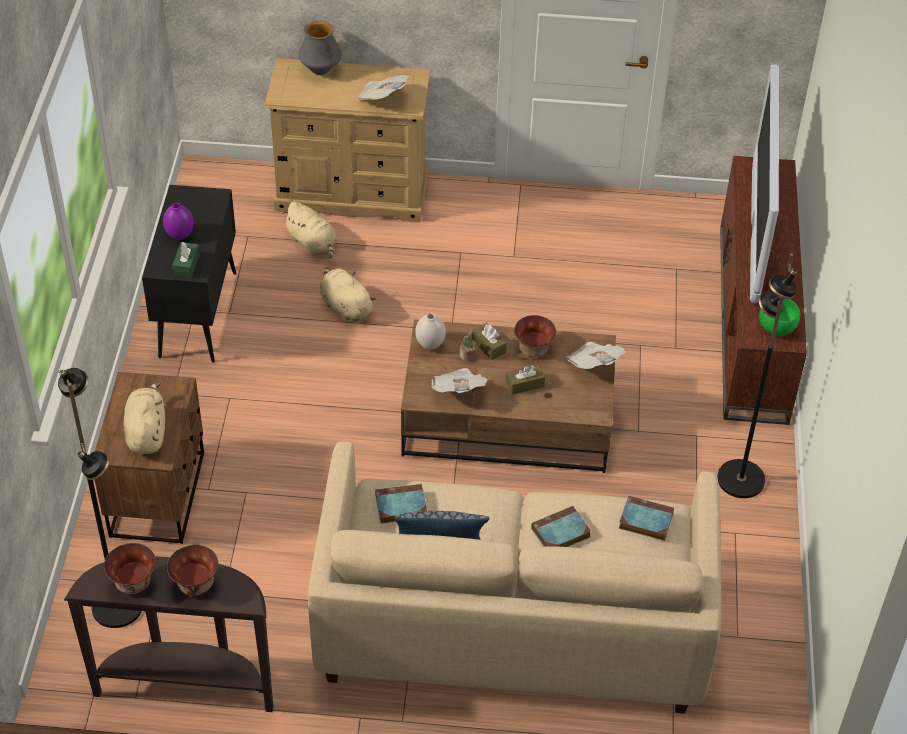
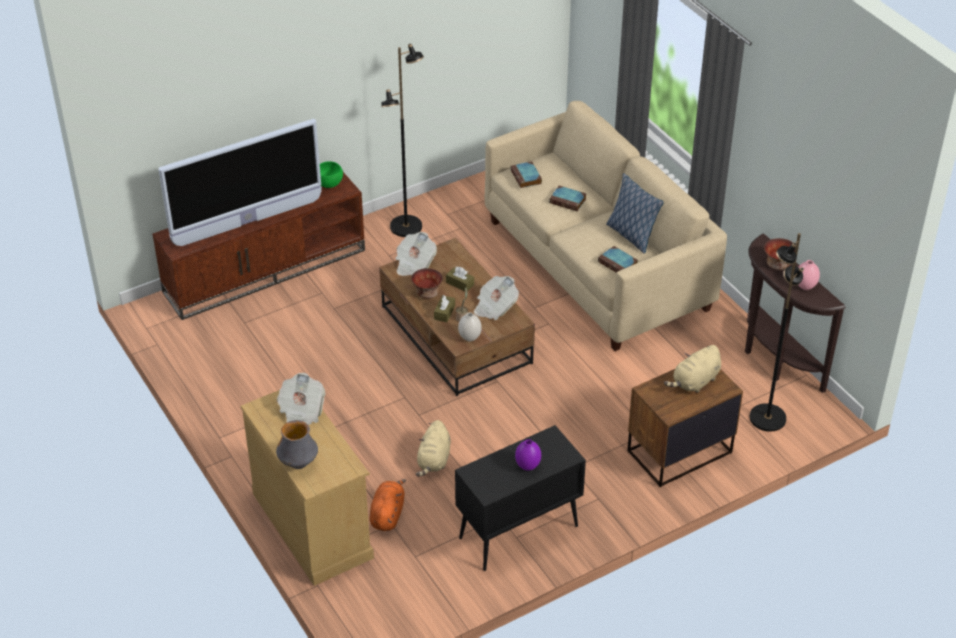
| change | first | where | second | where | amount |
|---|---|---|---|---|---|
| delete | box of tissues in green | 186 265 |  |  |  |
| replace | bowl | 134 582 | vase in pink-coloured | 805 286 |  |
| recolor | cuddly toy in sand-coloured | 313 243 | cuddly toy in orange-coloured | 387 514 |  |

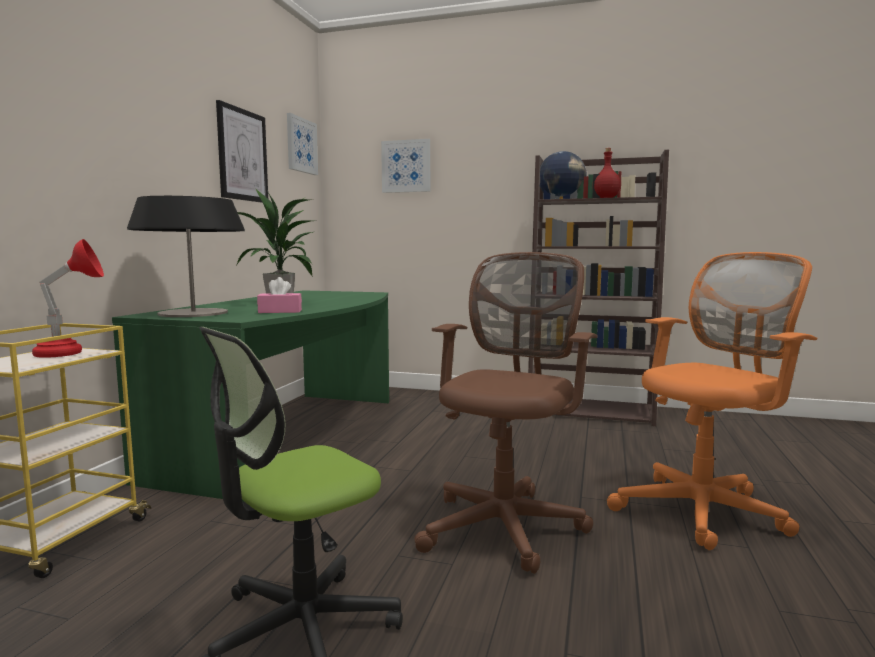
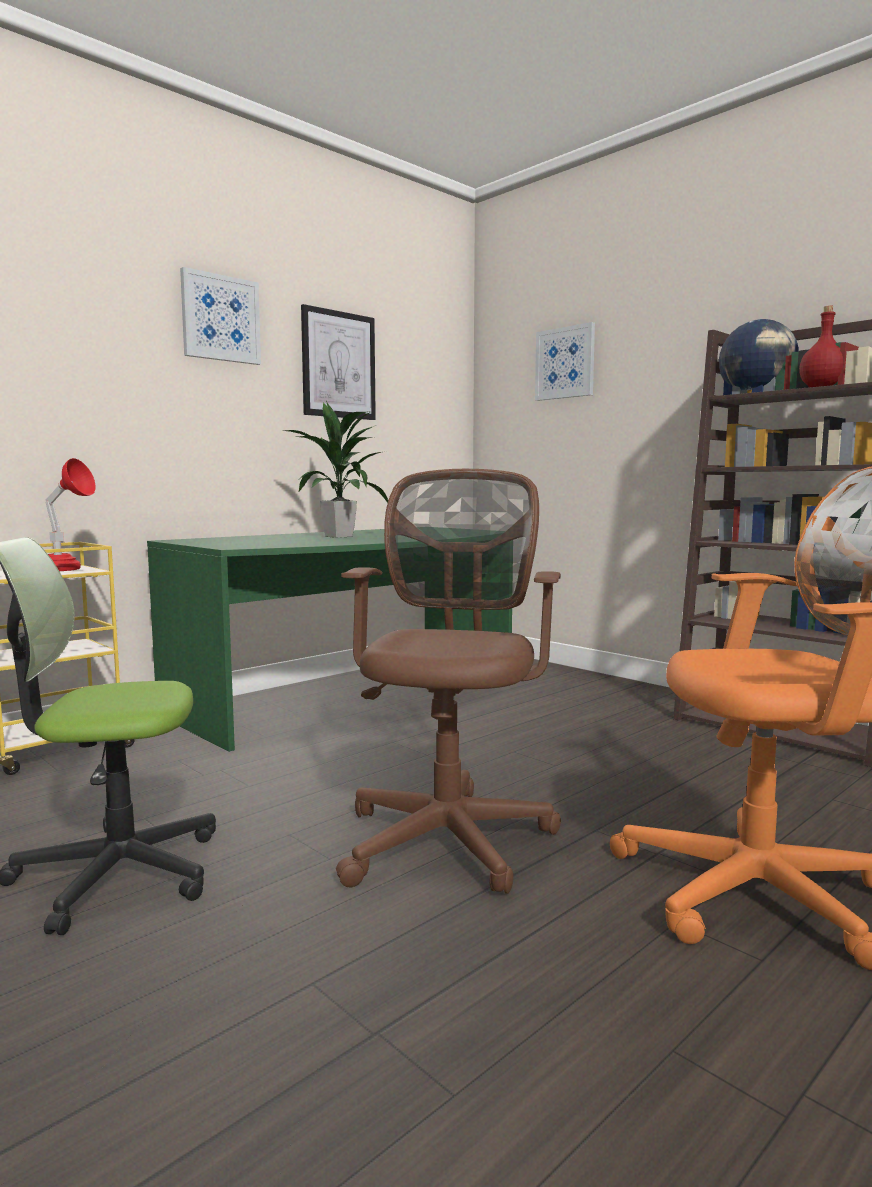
| change | first | where | second | where | amount |
|---|---|---|---|---|---|
| delete | table lamp | 193 313 |  |  |  |
| delete | box of tissues in pink-coloured | 280 311 |  |  |  |
| move | picture | 301 145 |  | 220 318 |  |
| rotate | desk chair in brownish | 505 524 |  | 449 836 | 45 degrees counterclockwise |

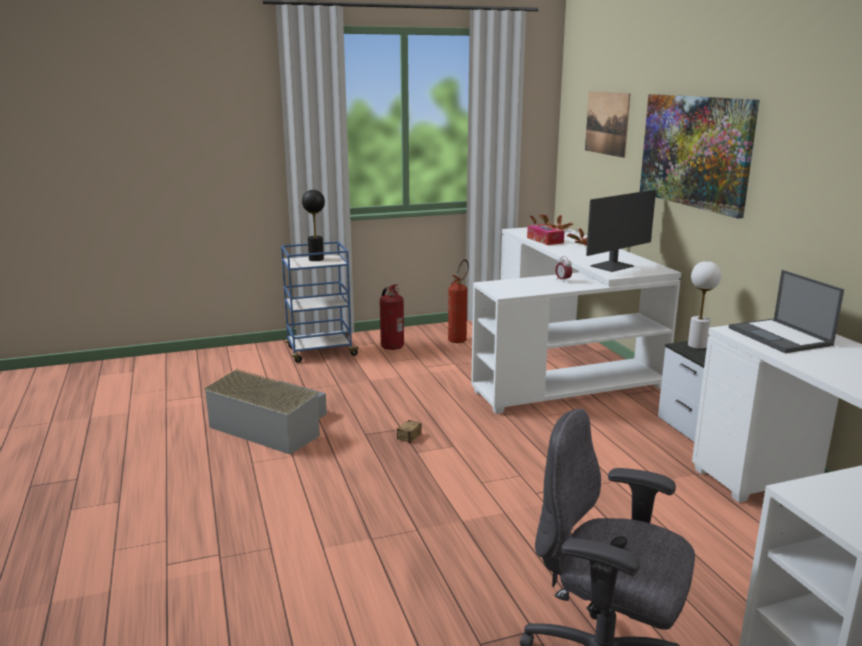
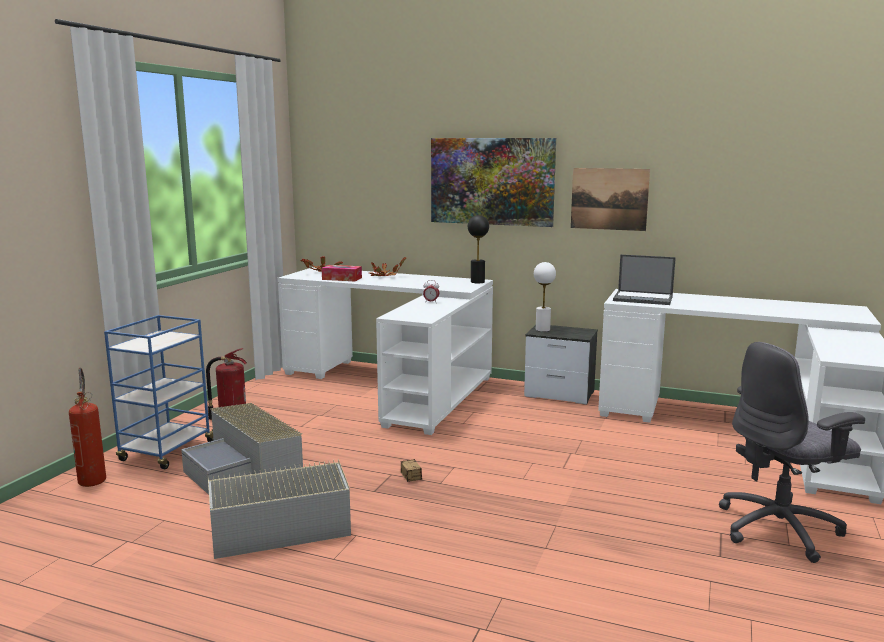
| change | first | where | second | where | amount |
|---|---|---|---|---|---|
| delete | monitor | 613 266 |  |  |  |
| insert |  |  | storage container in grey | 245 468 |  |
| move | table lamp in black-coloured | 316 259 |  | 477 282 |  |
| move | fire extinguisher | 459 338 |  | 92 478 |  |
| move | picture | 607 123 |  | 609 199 |  |

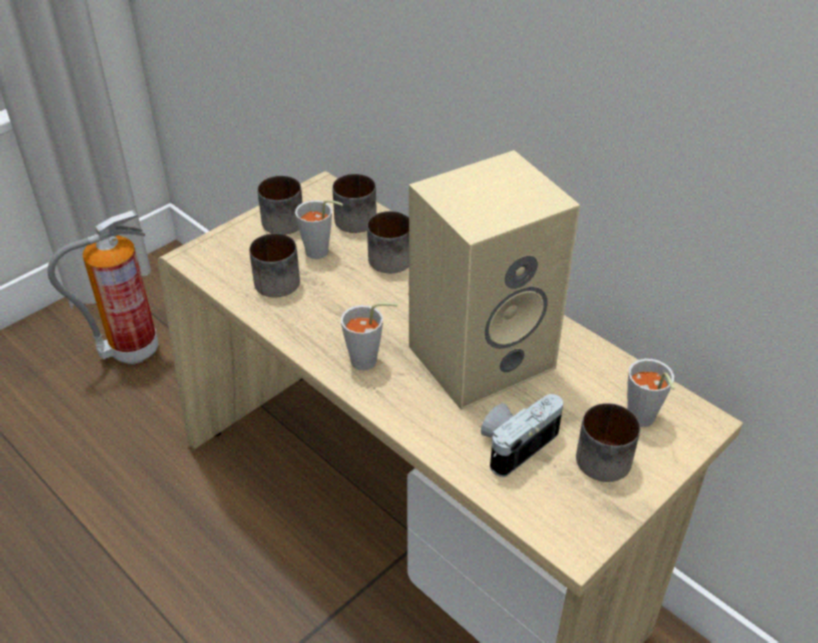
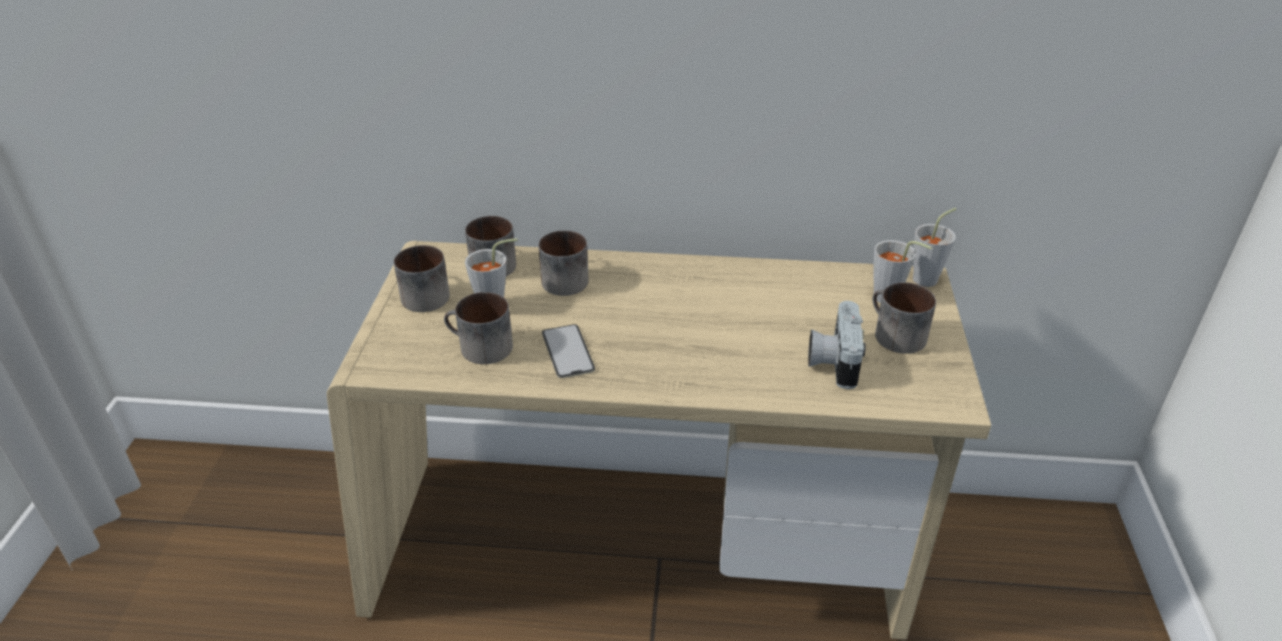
| change | first | where | second | where | amount |
|---|---|---|---|---|---|
| delete | fire extinguisher | 132 351 |  |  |  |
| delete | loudspeaker in sand-coloured | 482 354 |  |  |  |
| insert |  |  | phone | 567 351 |  |
| move | drinking cup in grey | 370 361 |  | 929 278 |  |

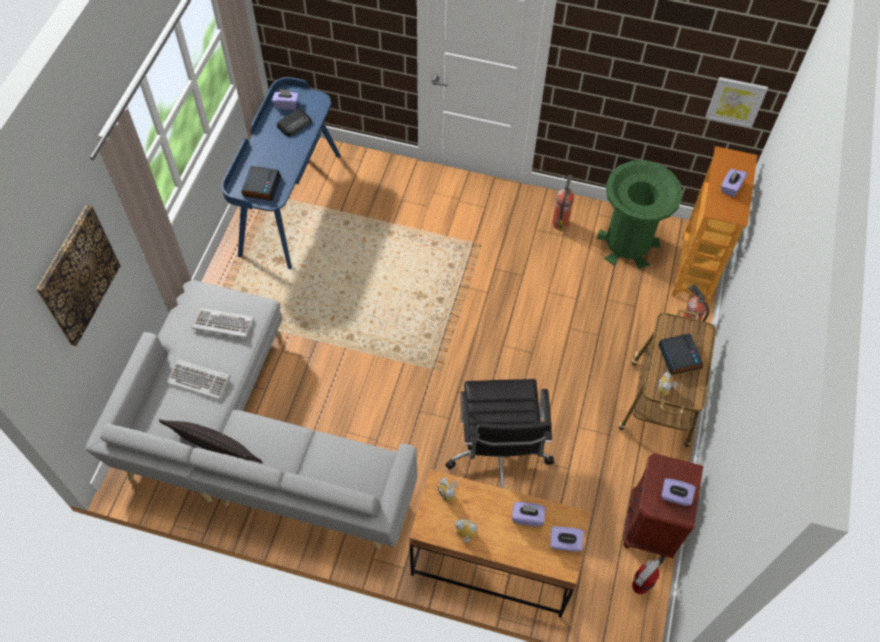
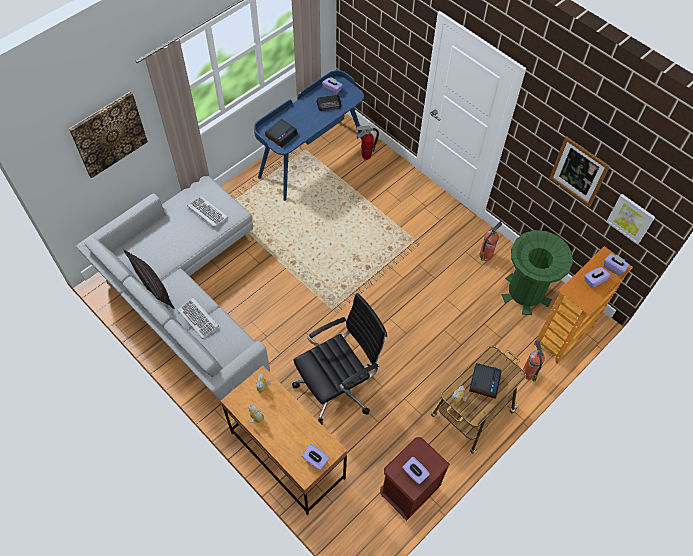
| change | first | where | second | where | amount |
|---|---|---|---|---|---|
| insert |  |  | picture | 578 171 |  |
| move | keyboard | 199 380 |  | 198 318 |  |
| move | box of tissues in purple-coloured | 527 517 |  | 613 267 |  |
| move | fire extinguisher | 639 587 |  | 366 156 |  |
| rotate | desk chair in black-coloured | 498 453 |  | 338 387 | 150 degrees counterclockwise |

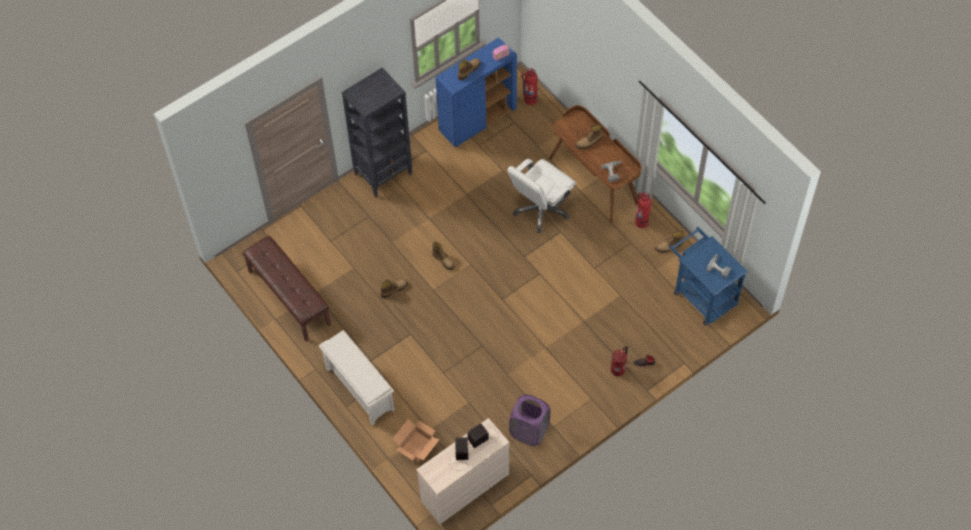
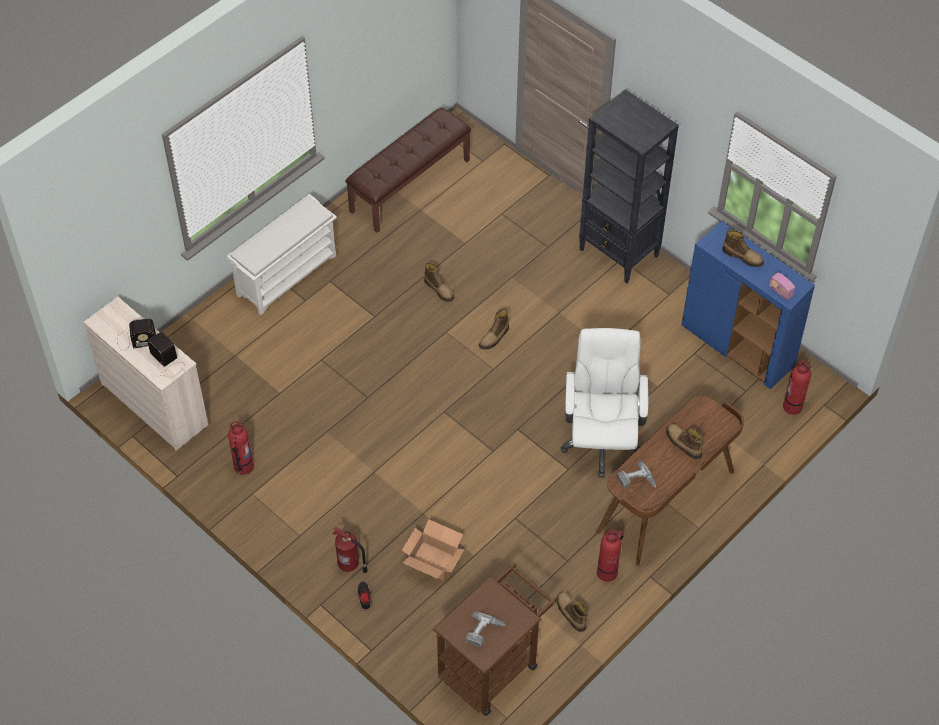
| change | first | where | second | where | amount |
|---|---|---|---|---|---|
| move | carton | 416 446 |  | 433 560 |  |
| replace | hamper in purple-coloured | 529 431 | fire extinguisher | 243 466 |  |
| recolor | cart in blue-coloured | 701 294 | cart in brownish | 493 664 |  |
| rotate | desk chair in white | 540 209 |  | 601 440 | 60 degrees clockwise |

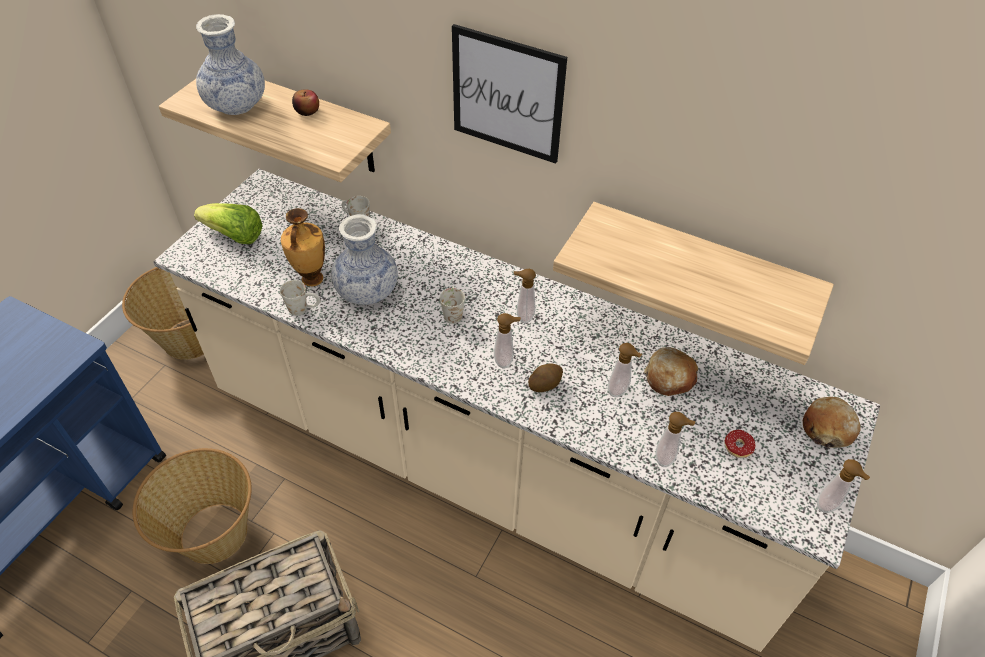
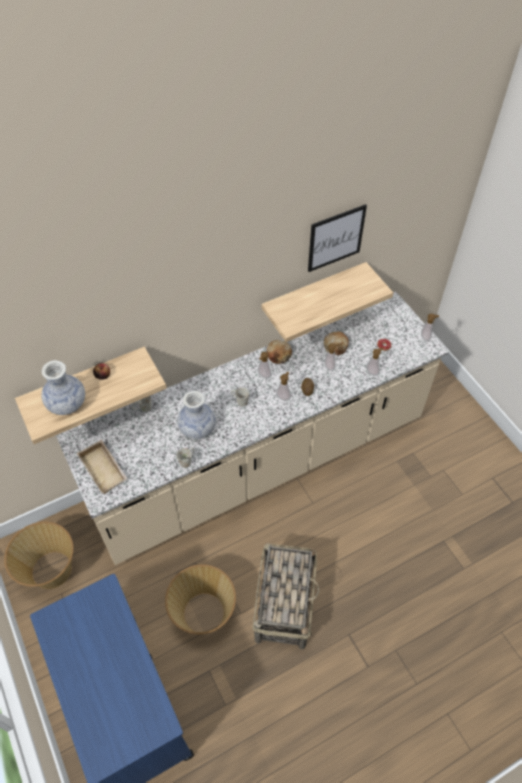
| change | first | where | second | where | amount |
|---|---|---|---|---|---|
| delete | vase | 311 280 |  |  |  |
| move | picture | 507 95 |  | 336 238 |  |
| move | bread | 827 428 |  | 278 354 |  |
| replace | lettuce head | 234 236 | tray in sand-coloured | 105 469 |  |

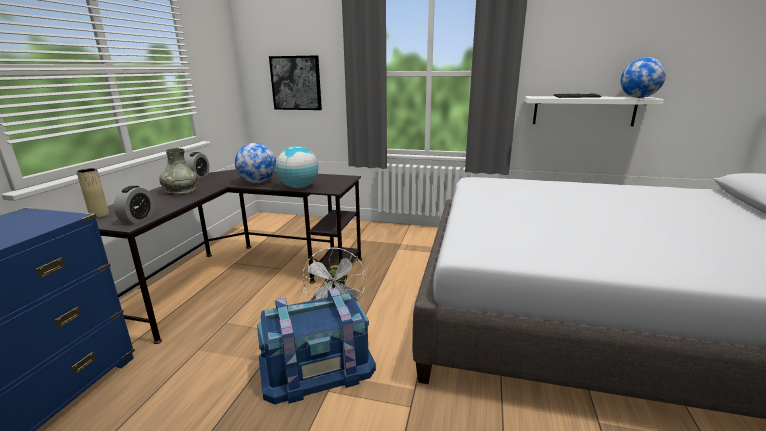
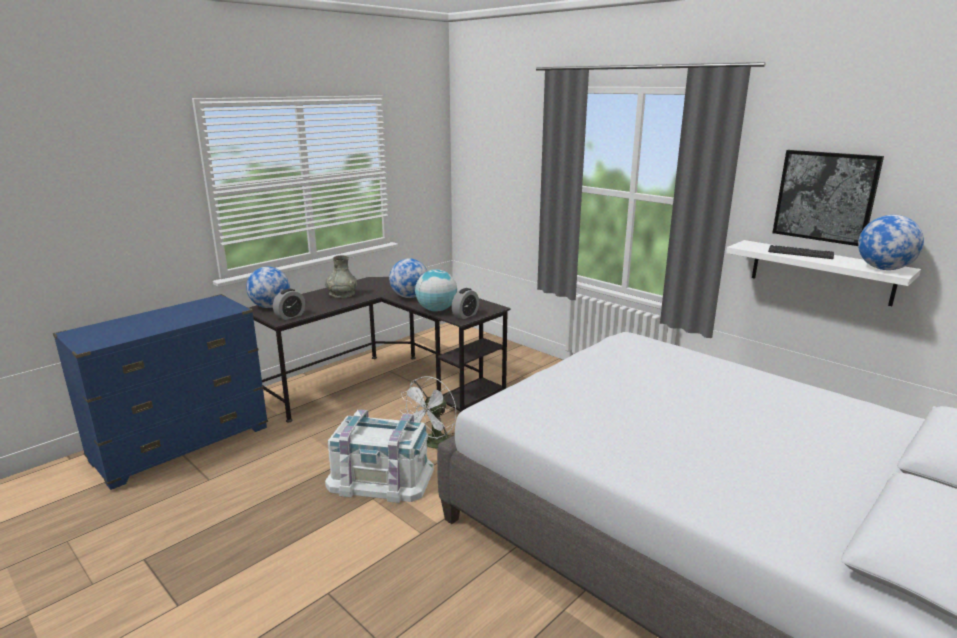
| change | first | where | second | where | amount |
|---|---|---|---|---|---|
| move | table clock | 199 176 |  | 465 315 |  |
| move | picture | 296 83 |  | 825 196 |  |
| replace | vase in sand-coloured | 99 215 | desk globe | 270 307 |  |
| recolor | storage container in blue-coloured | 317 365 | storage container in white | 381 477 |  |

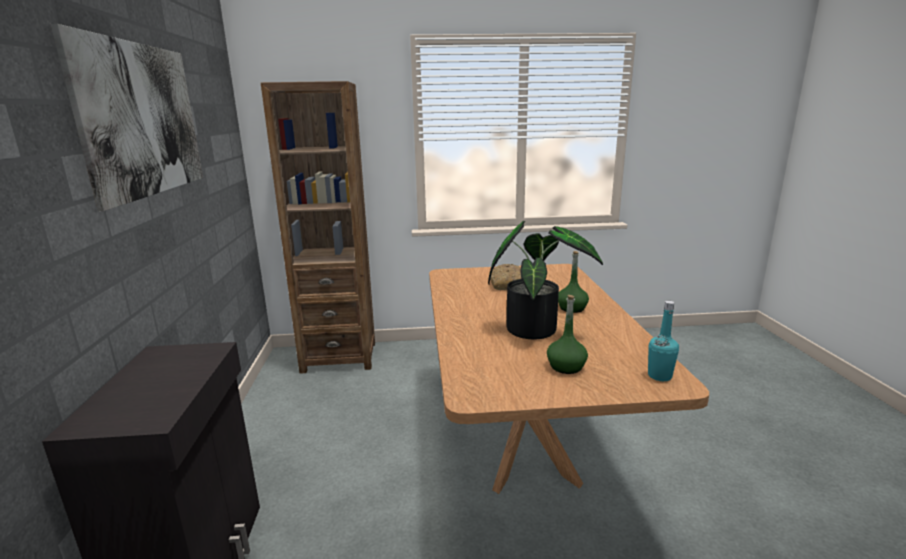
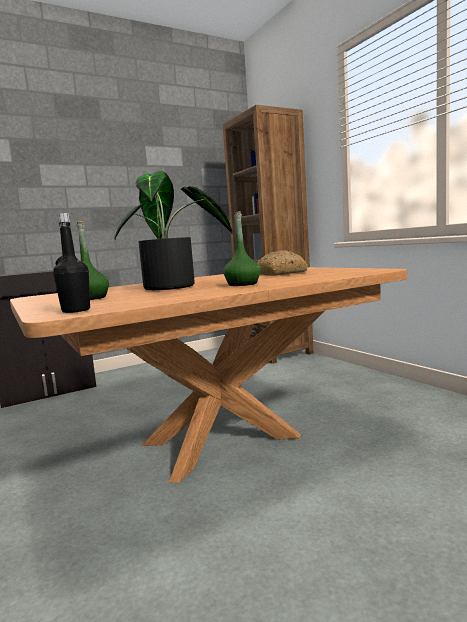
| change | first | where | second | where | amount |
|---|---|---|---|---|---|
| delete | picture | 143 120 |  |  |  |
| recolor | drink bottle in blue-green | 659 376 | drink bottle in black-coloured | 76 310 |  |

